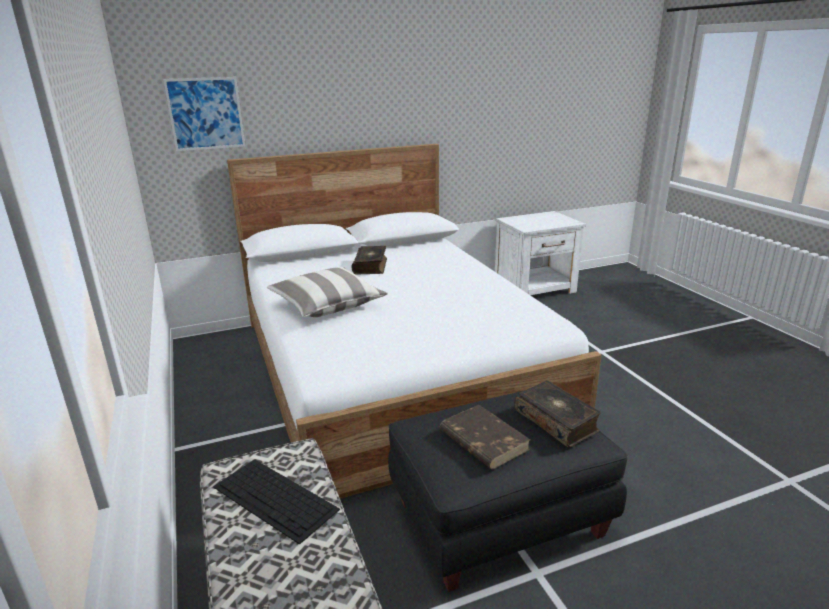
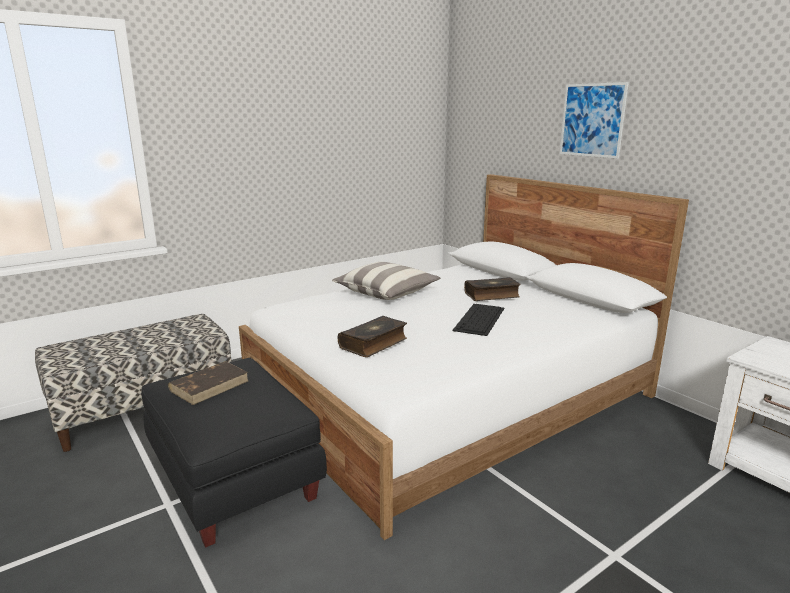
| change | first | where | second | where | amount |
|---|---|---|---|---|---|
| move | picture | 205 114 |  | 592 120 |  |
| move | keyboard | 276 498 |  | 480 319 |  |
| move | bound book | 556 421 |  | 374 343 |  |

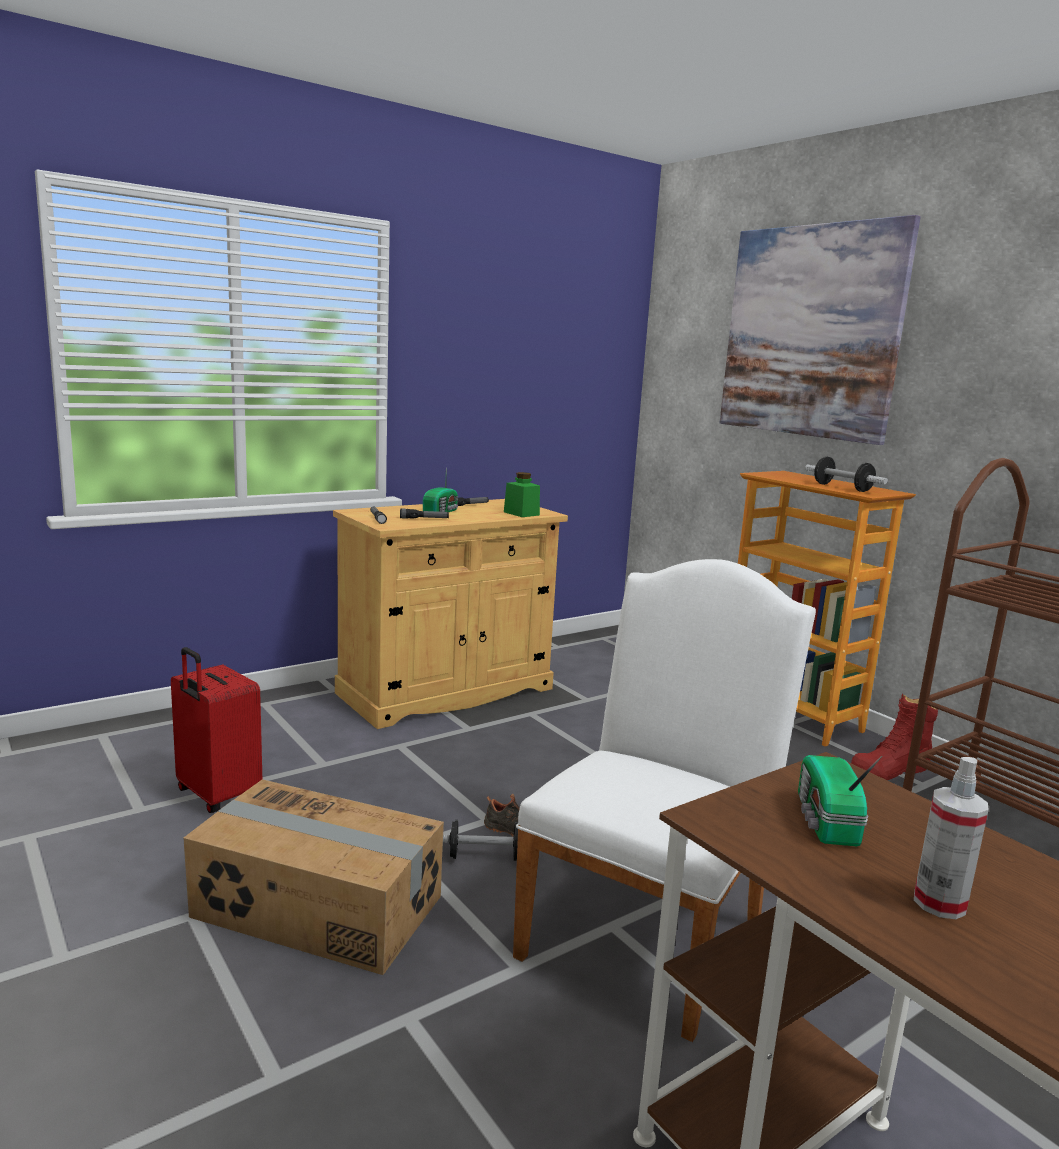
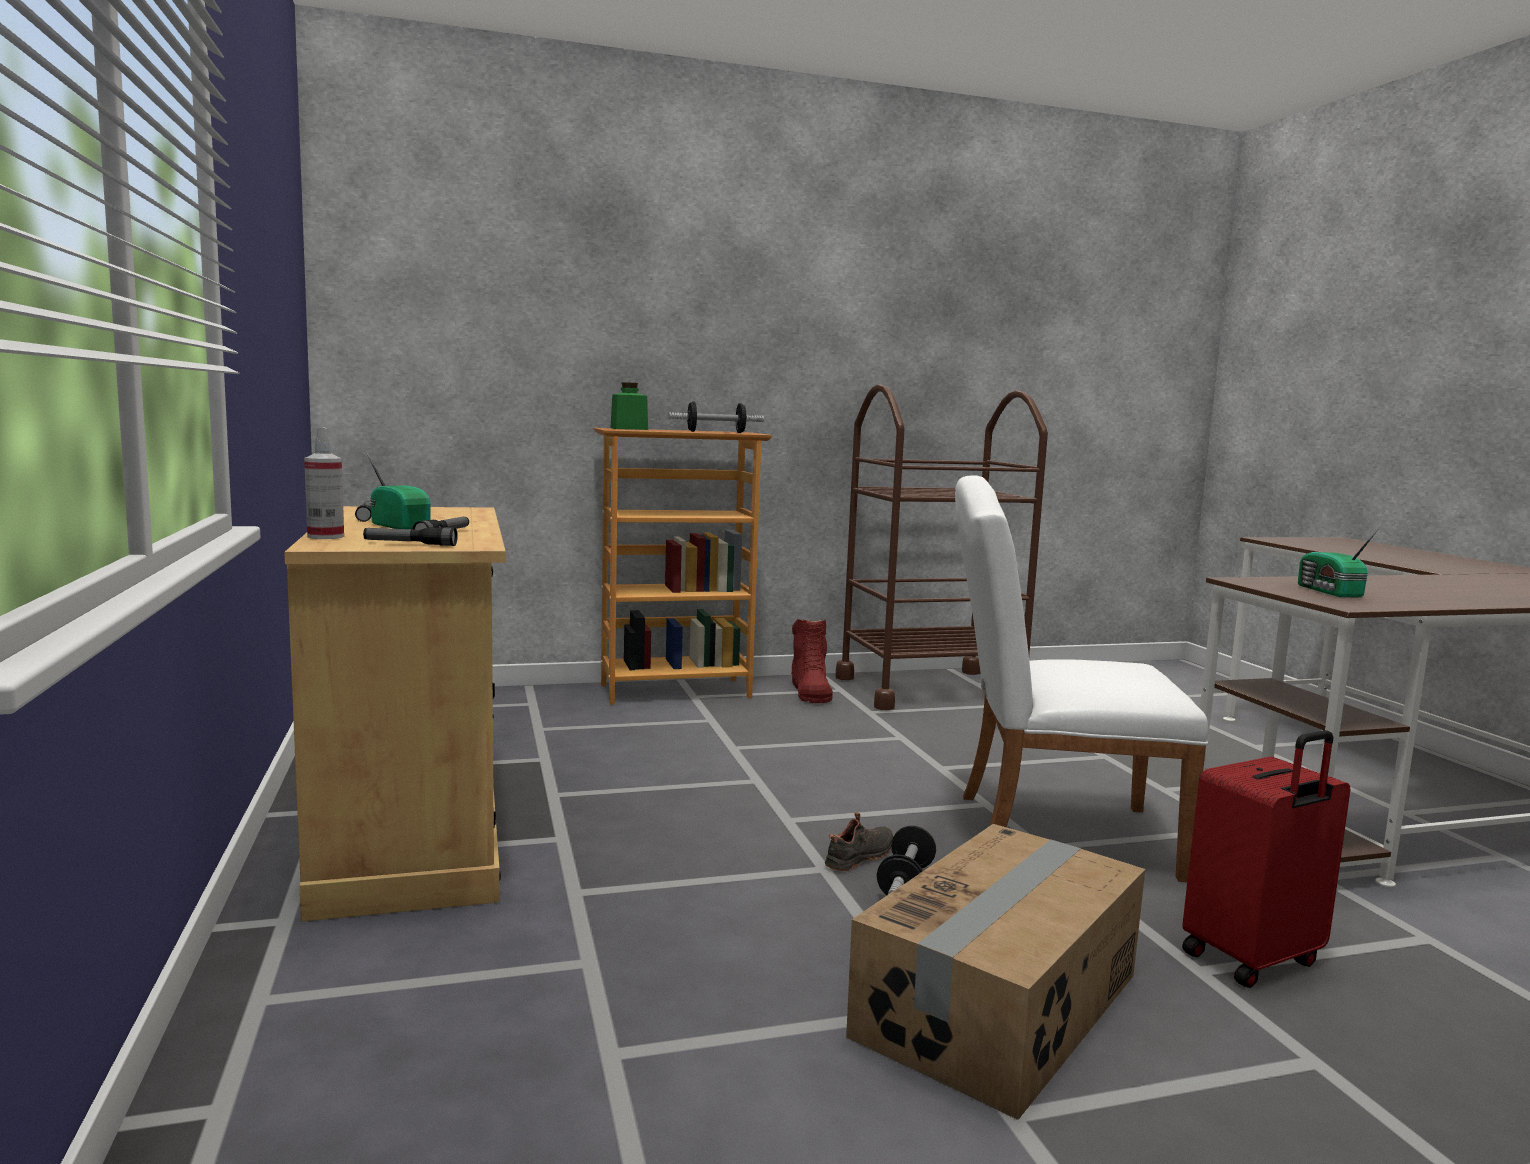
| change | first | where | second | where | amount |
|---|---|---|---|---|---|
| delete | picture | 810 332 |  |  |  |
| move | suitcase in red-coloured | 216 795 |  | 1254 960 |  |
| move | preserve jar in green | 521 513 |  | 629 429 |  |
| move | hand sprayer | 939 903 |  | 325 537 |  |
| rotate | upright chair in white | 650 929 |  | 1047 833 | 45 degrees counterclockwise |
| rotate | radio receiver | 825 821 |  | 1329 592 | 60 degrees clockwise |

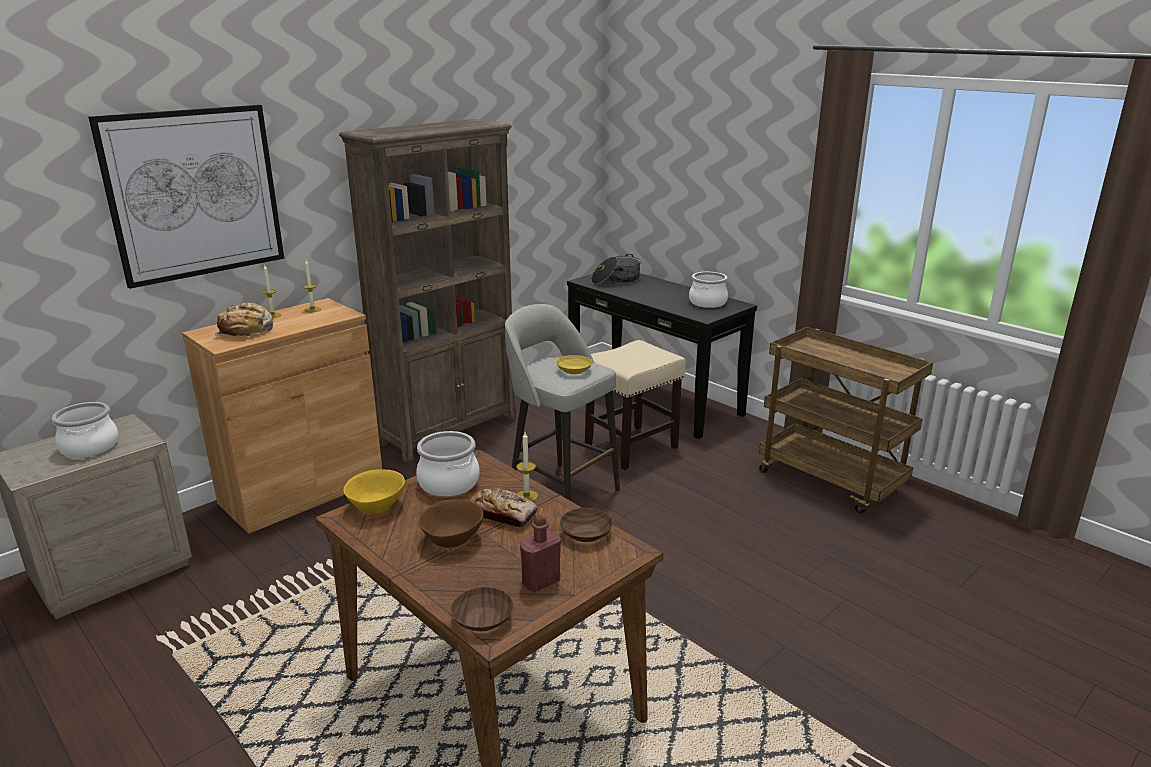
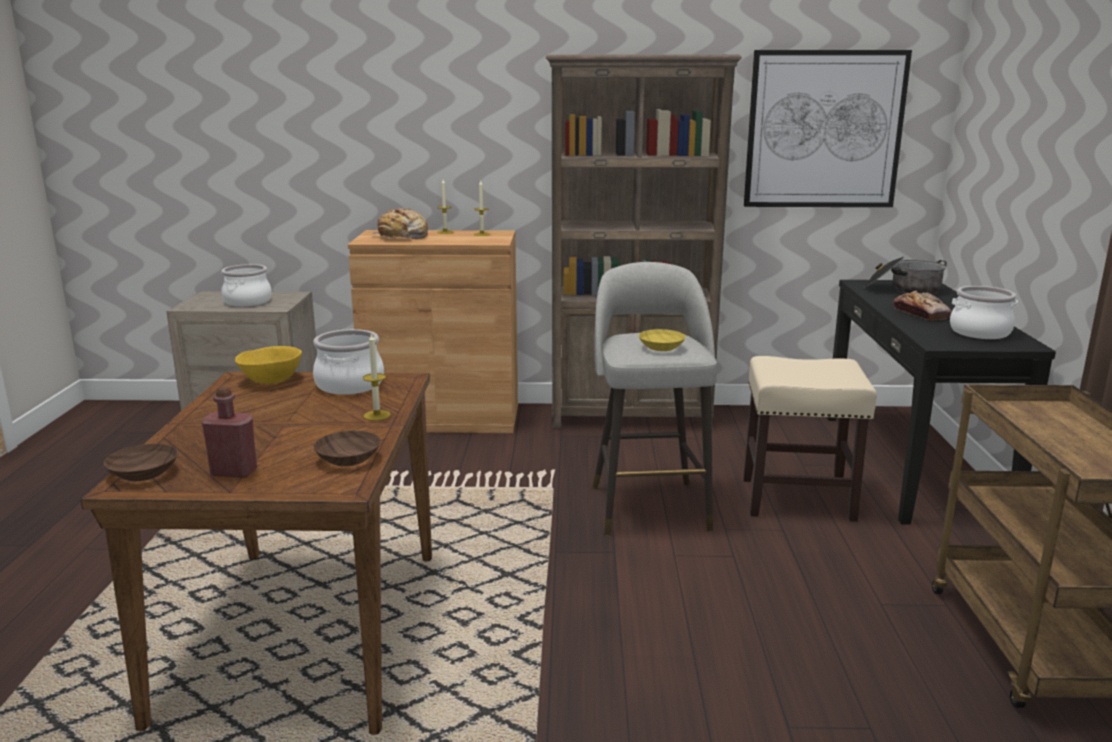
| change | first | where | second | where | amount |
|---|---|---|---|---|---|
| delete | bowl in brownish | 452 539 |  |  |  |
| move | picture | 194 194 |  | 824 130 |  |
| move | bread | 502 514 |  | 921 313 |  |

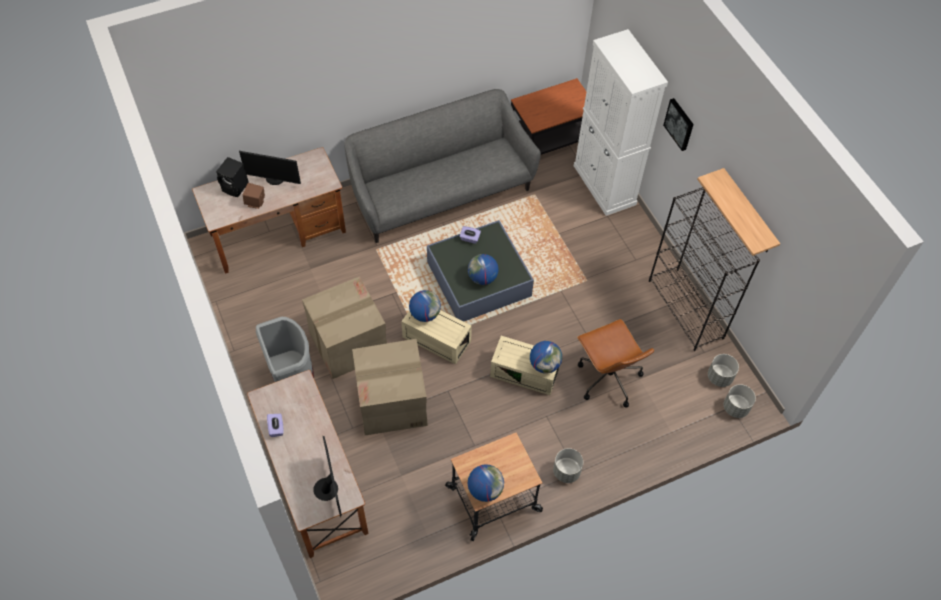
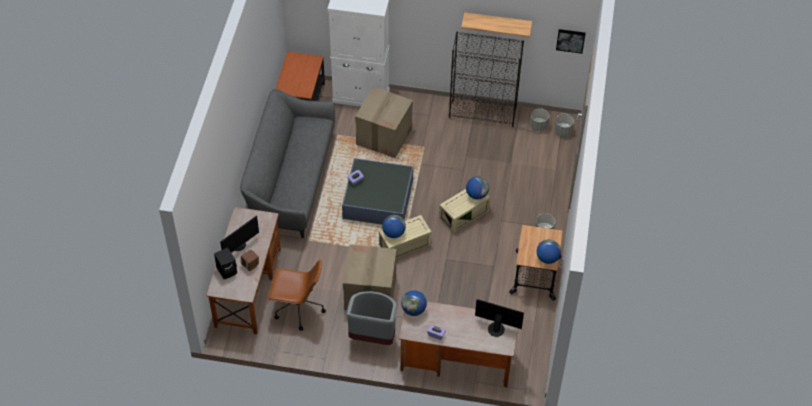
| change | first | where | second | where | amount |
|---|---|---|---|---|---|
| move | carton | 392 402 |  | 384 136 |  |
| move | desk globe | 482 278 |  | 413 310 |  |
| move | desk chair in brownish | 608 378 |  | 298 309 |  |
| move | picture | 680 124 |  | 570 40 |  |

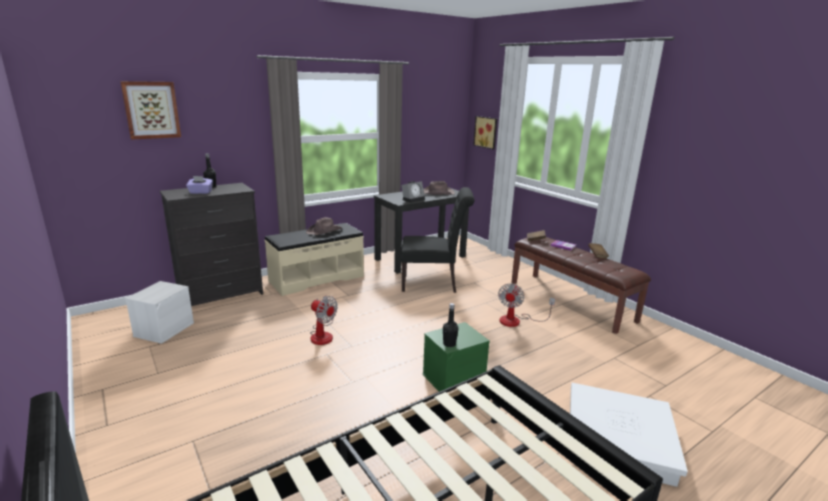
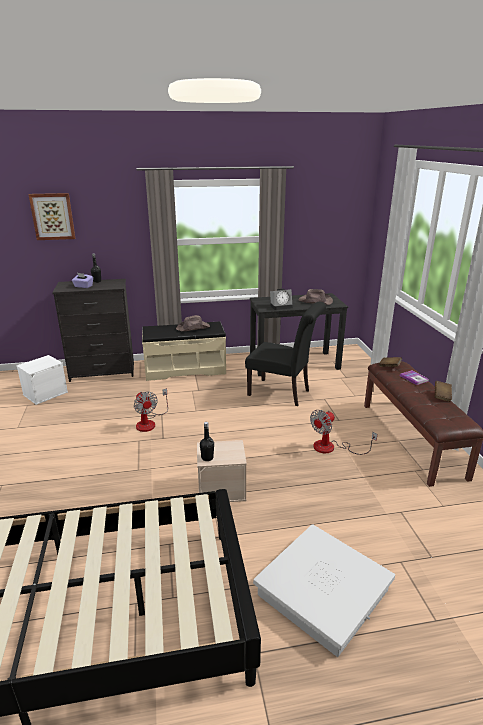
| change | first | where | second | where | amount |
|---|---|---|---|---|---|
| delete | picture | 486 132 |  |  |  |
| recolor | storage container in green | 454 378 | storage container in sand-coloured | 222 488 |  |

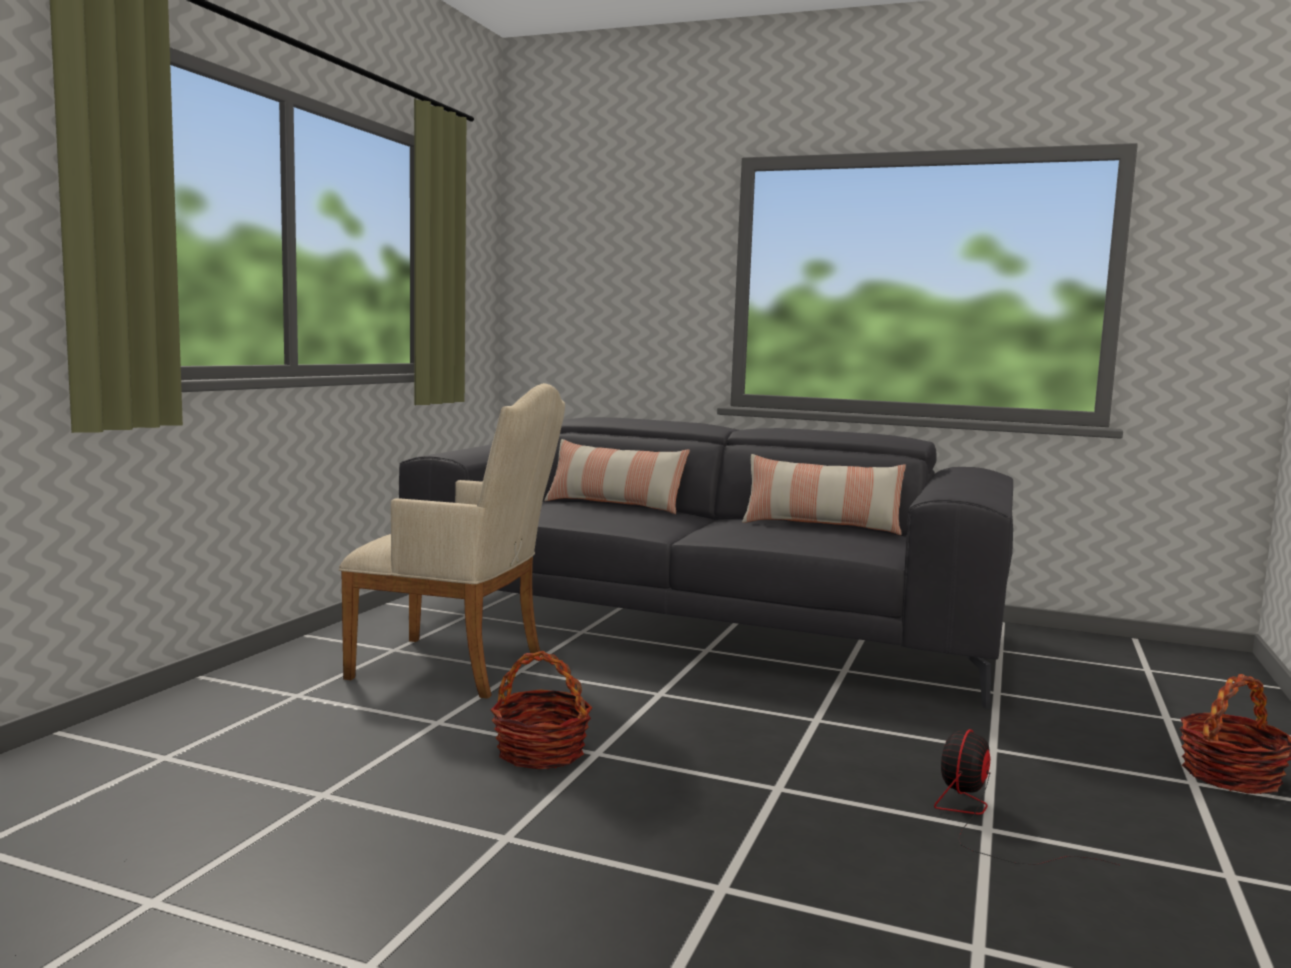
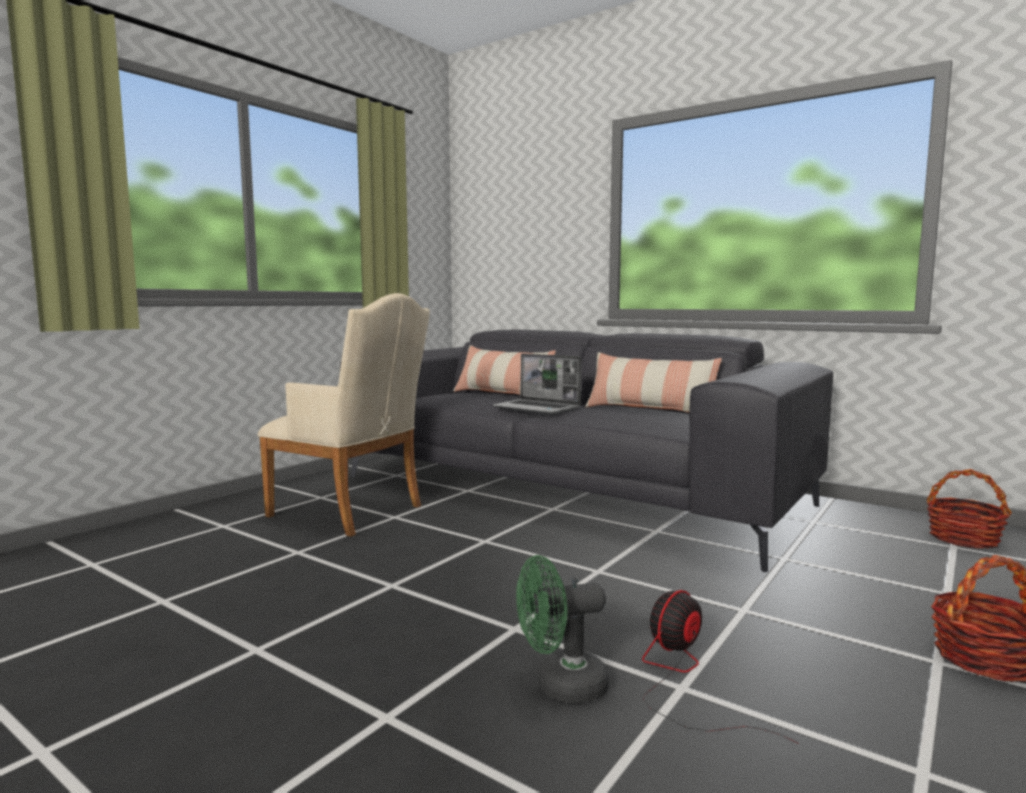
| change | first | where | second | where | amount |
|---|---|---|---|---|---|
| insert |  |  | notebook computer | 538 408 |  |
| insert |  |  | cooling fan in green | 560 686 |  |
| move | storage basket | 540 752 |  | 963 538 |  |

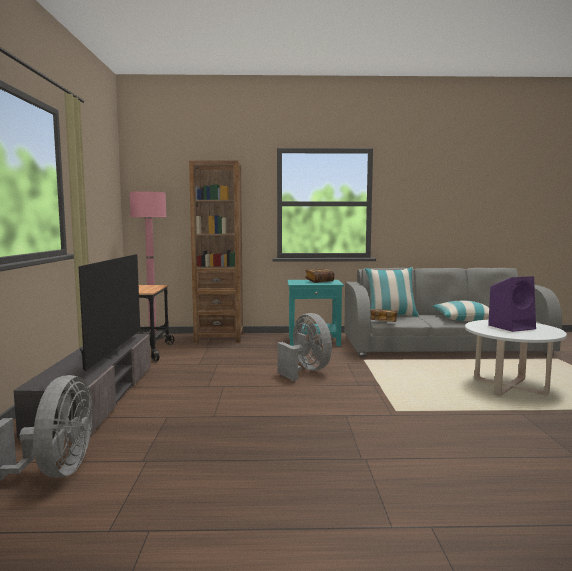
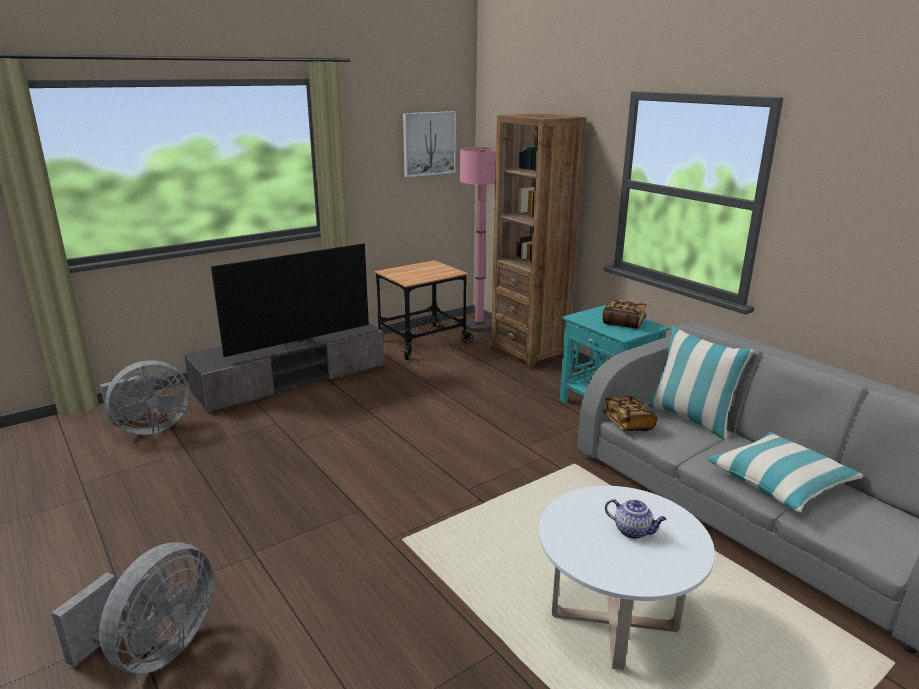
| change | first | where | second | where | amount |
|---|---|---|---|---|---|
| insert |  |  | picture | 429 143 |  |
| move | cooling fan in grey | 306 371 |  | 154 651 |  |
| replace | loudspeaker in purple-coloured | 512 327 | teapot | 633 531 |  |

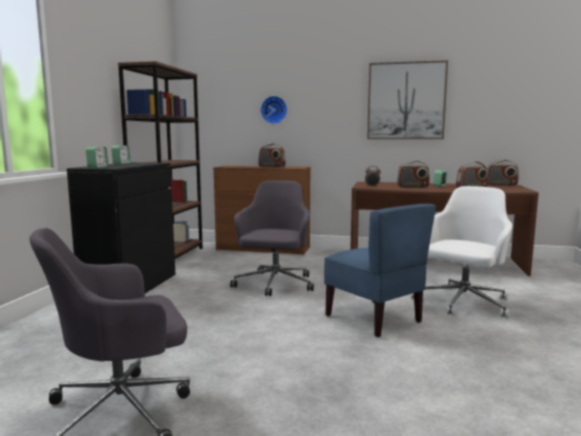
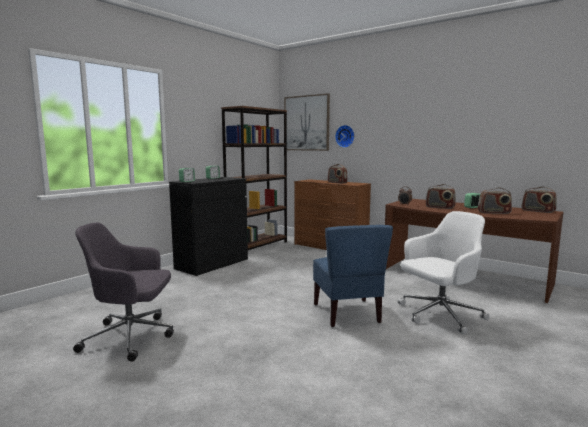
| change | first | where | second | where | amount |
|---|---|---|---|---|---|
| delete | desk chair in grey | 274 284 |  |  |  |
| move | picture | 406 101 |  | 306 123 |  |

